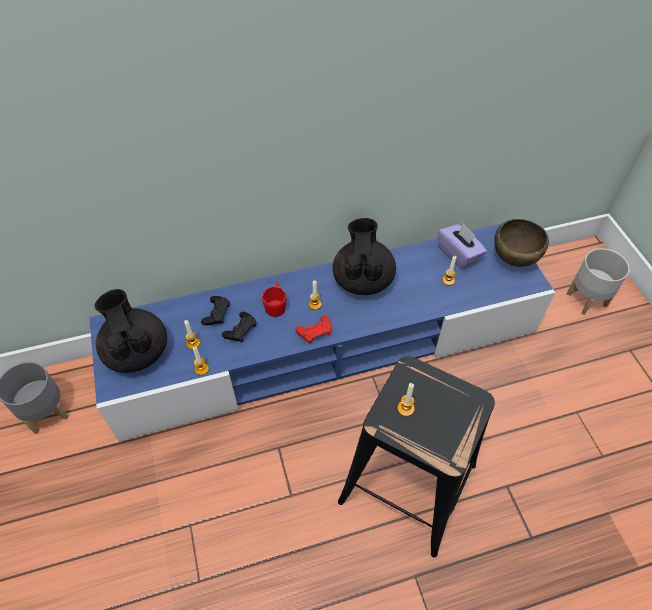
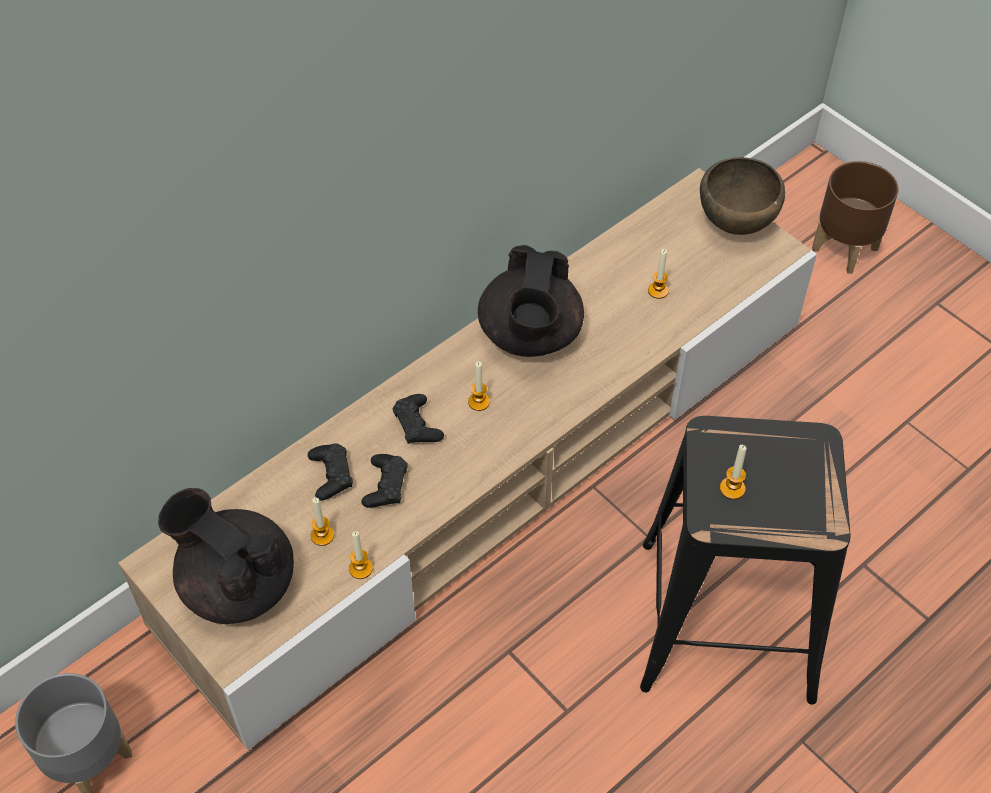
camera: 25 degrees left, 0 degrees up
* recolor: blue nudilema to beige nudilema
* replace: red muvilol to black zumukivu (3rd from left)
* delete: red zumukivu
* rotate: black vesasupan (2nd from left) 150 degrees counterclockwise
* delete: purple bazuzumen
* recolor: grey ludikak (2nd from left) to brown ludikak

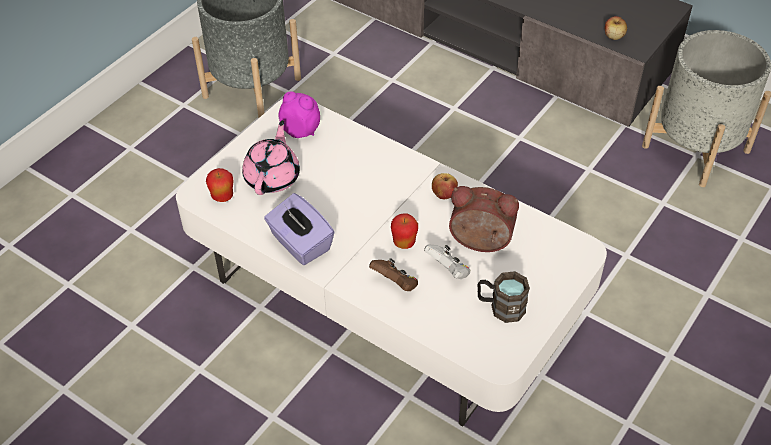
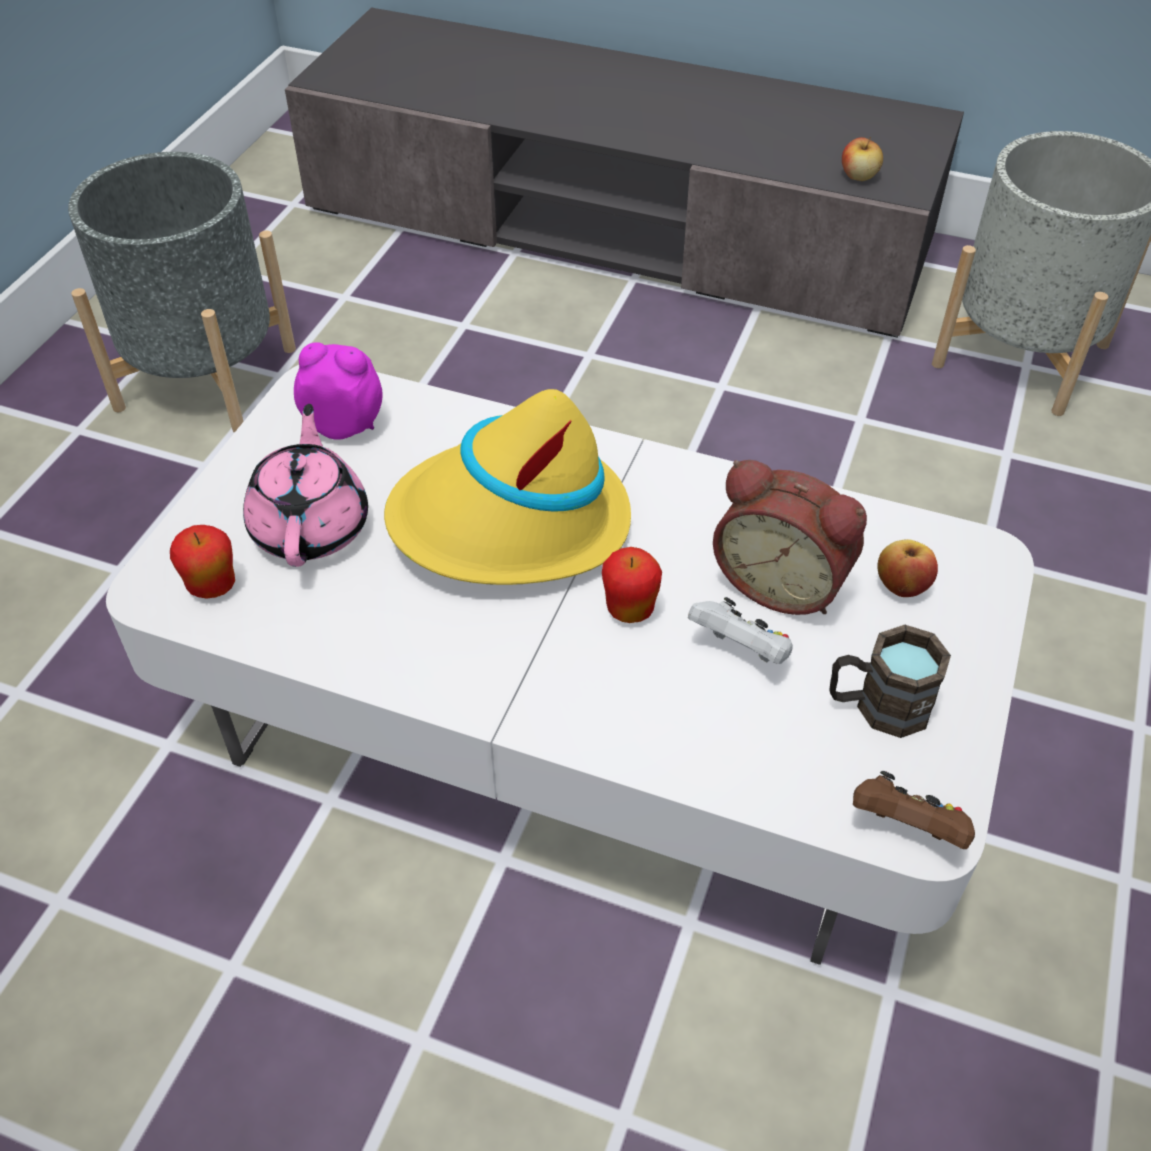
camera: 15 degrees left, 0 degrees up
* delete: purple bazuzumen
* move: brown zumukivu
* move: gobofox (3rd from left in the first image) to gobofox (4th from left)
* rotate: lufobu (2nd from left) 150 degrees counterclockwise
* insert: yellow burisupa

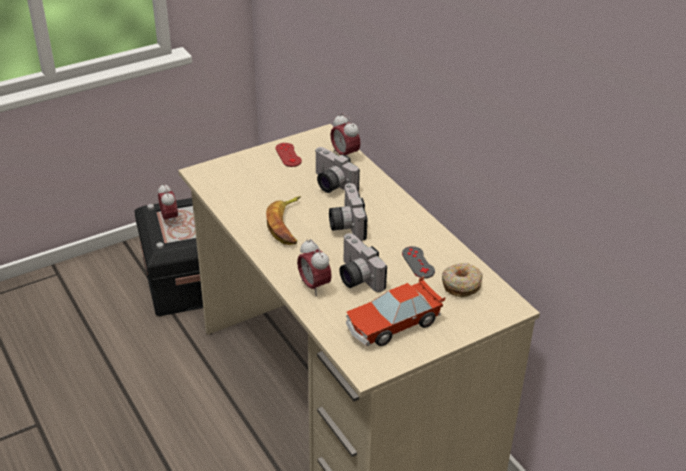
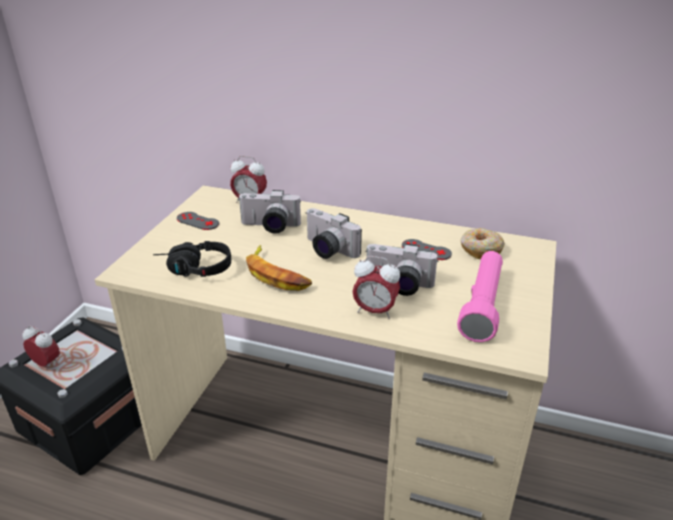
camera: 40 degrees left, 5 degrees down
* recolor: red zumukivu to grey zumukivu (1st from left)
* replace: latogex to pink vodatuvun
* insert: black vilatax

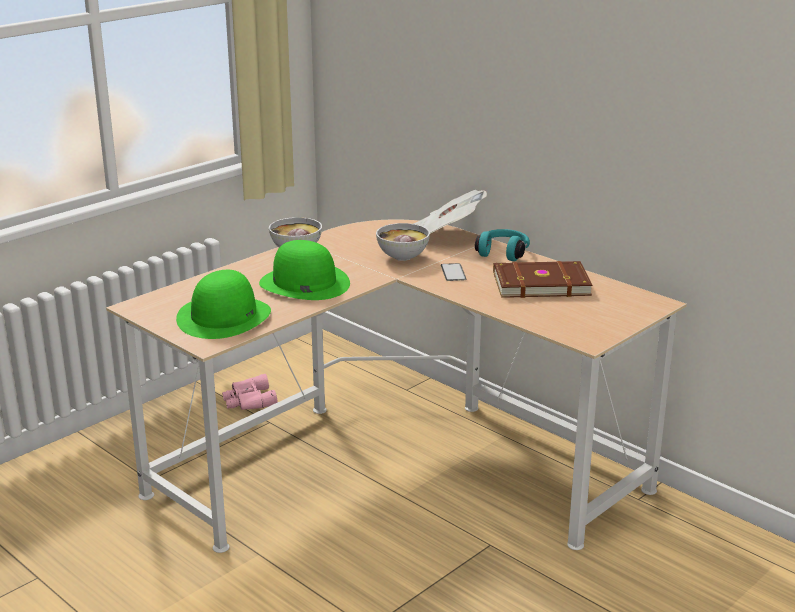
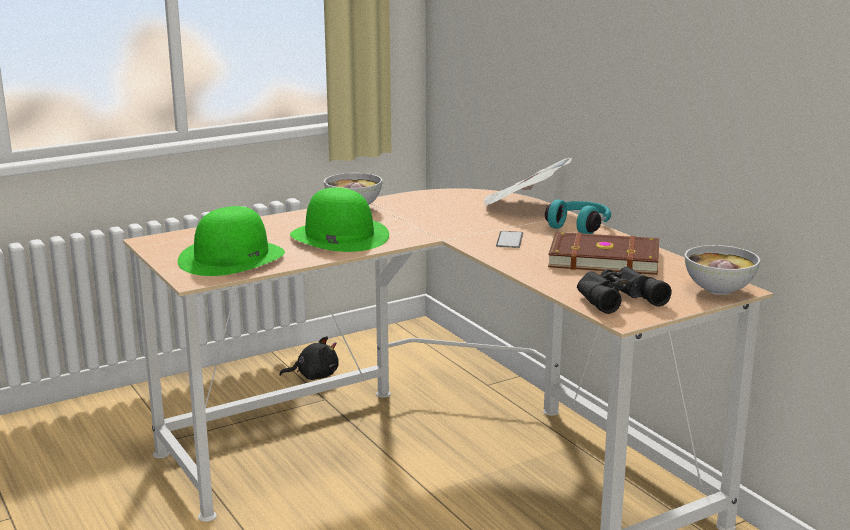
camera: 15 degrees right, 5 degrees down
* replace: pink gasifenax to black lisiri
* move: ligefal (2nd from left)
* insert: black gasifenax

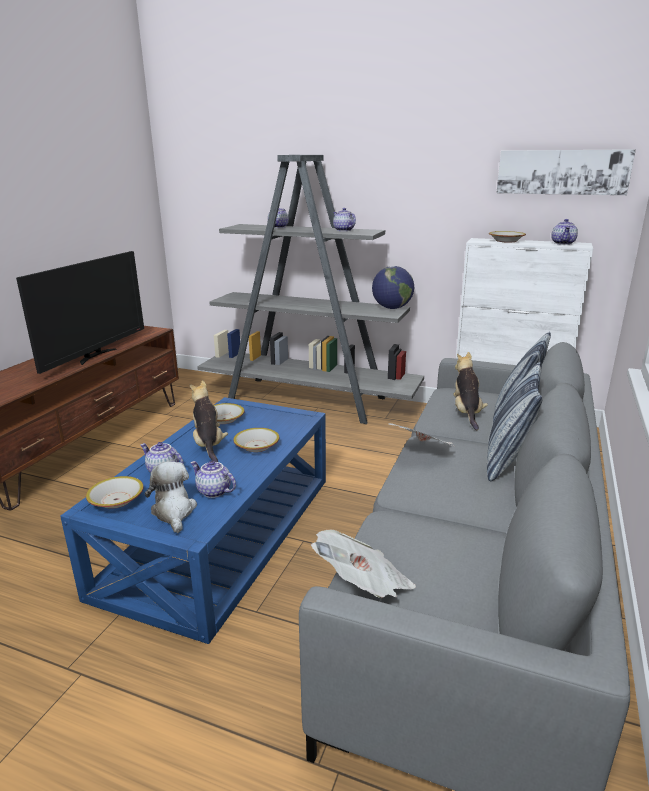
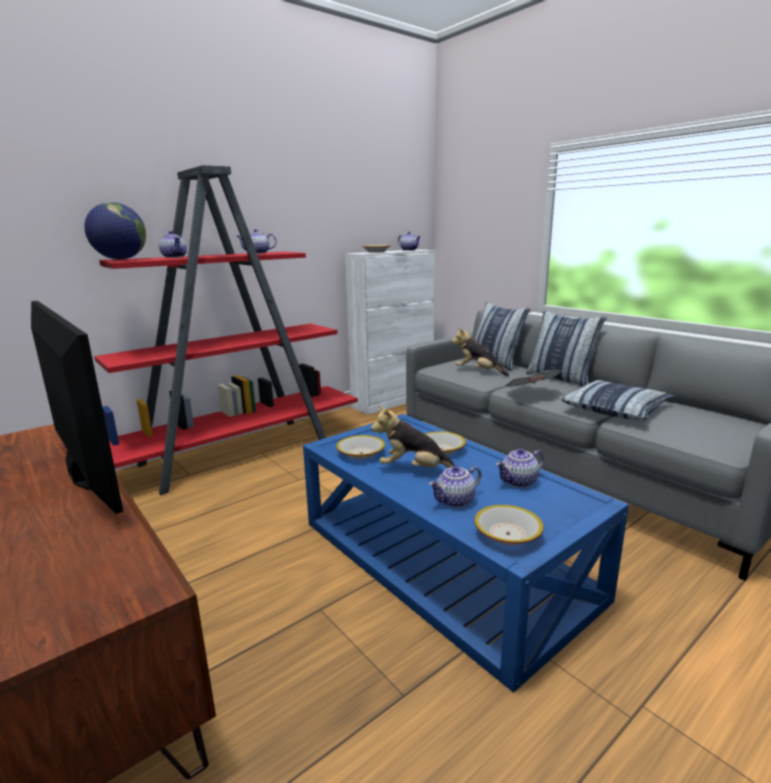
camera: 60 degrees left, 5 degrees down
* delete: lisiri (1st from left)
* recolor: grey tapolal to red tapolal
* delete: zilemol (1st from left)
* move: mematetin
* delete: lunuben
* insert: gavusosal (3rd from left)

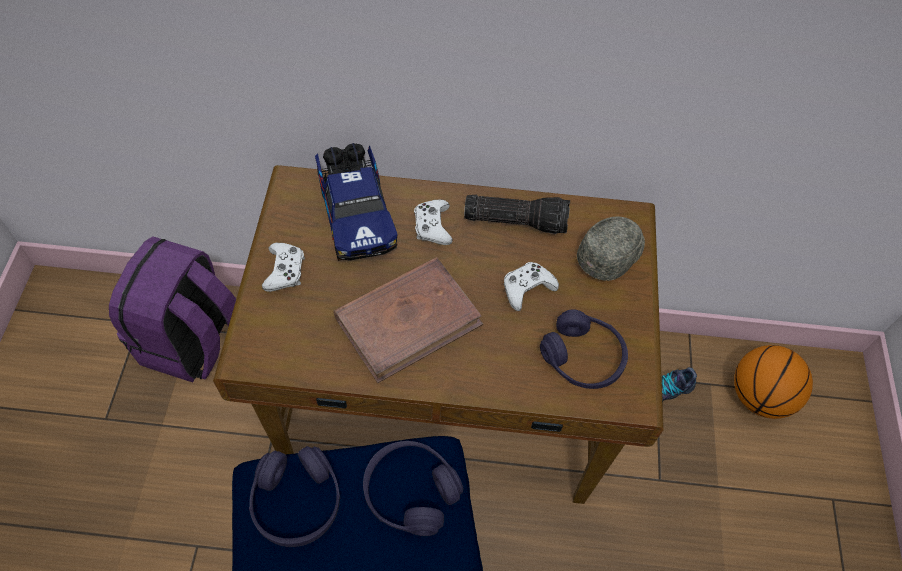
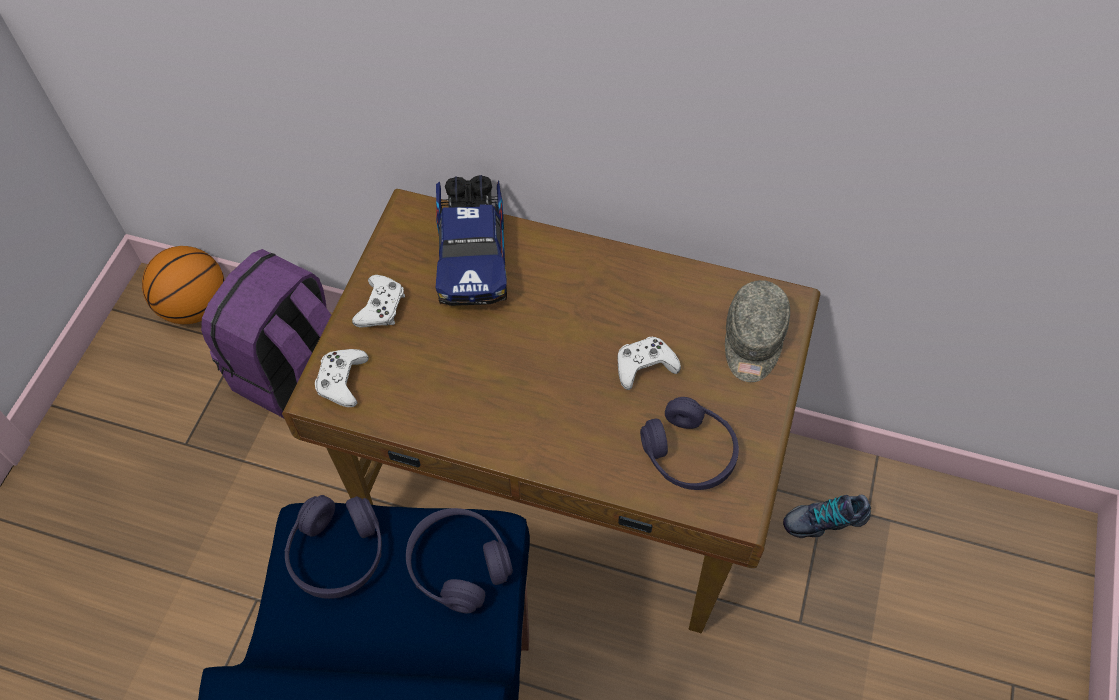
camera: 15 degrees right, 0 degrees up
* delete: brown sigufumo
* move: white zumukivu (2nd from left in the first image) to white zumukivu (1st from left)
* delete: vodatuvun
* rotate: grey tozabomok 135 degrees clockwise
* move: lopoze

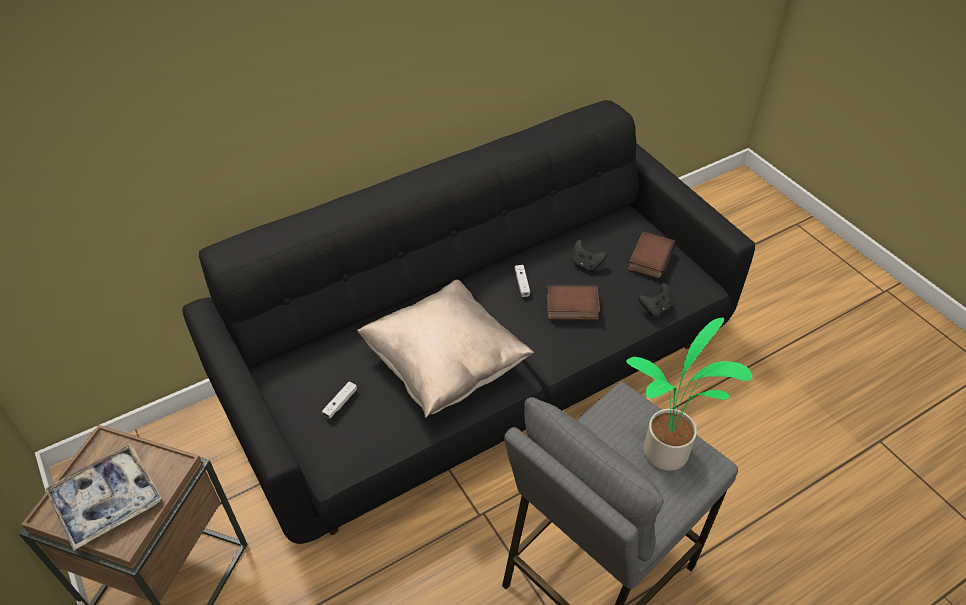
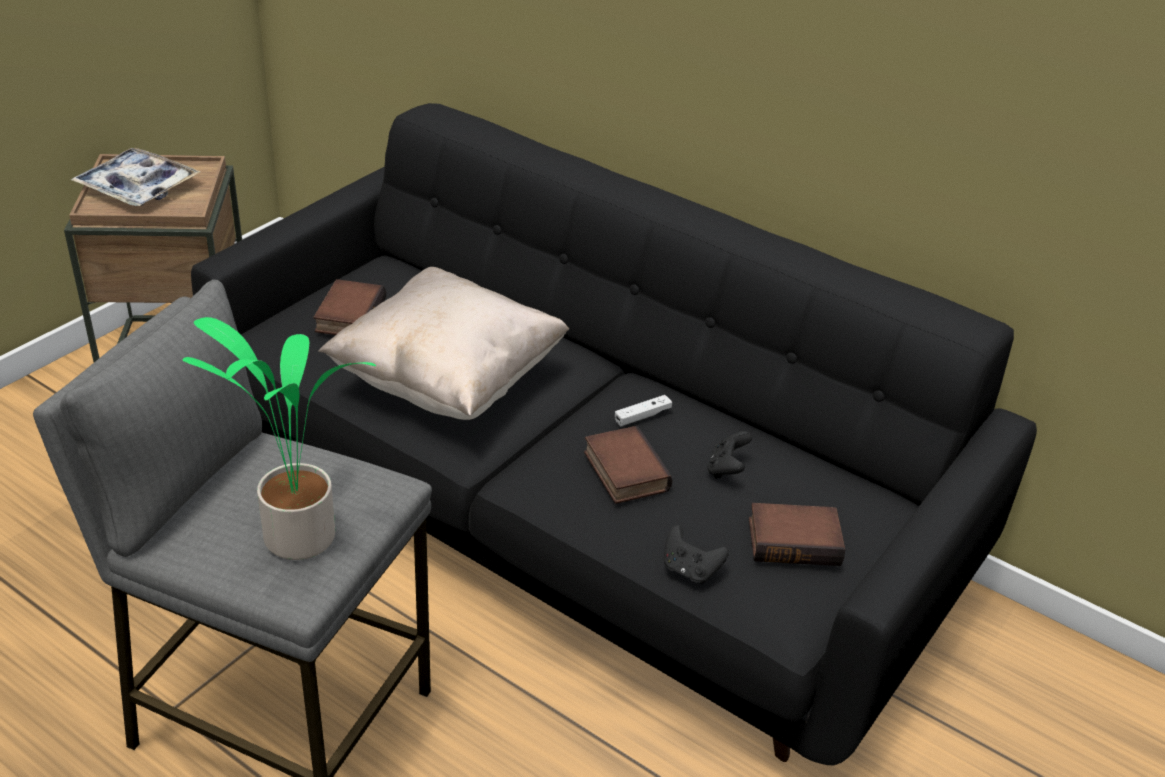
camera: 65 degrees right, 10 degrees down
* replace: white zumukivu (1st from left) to sigufumo (1st from left)

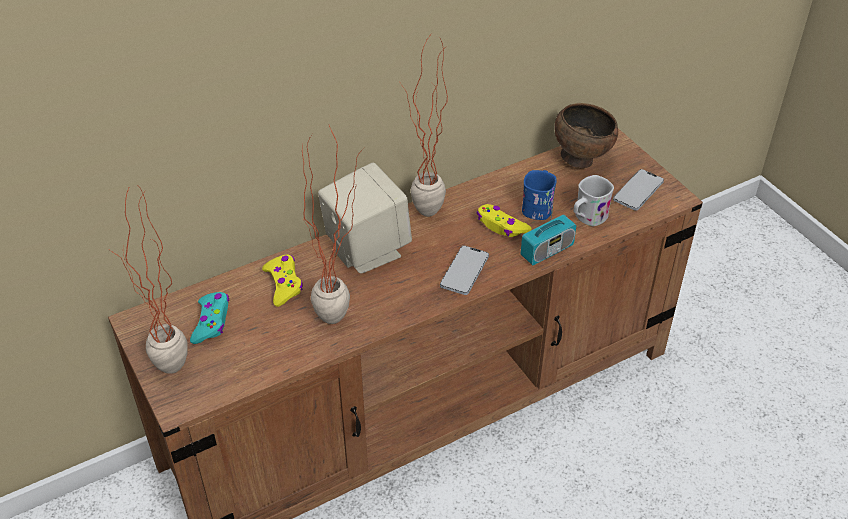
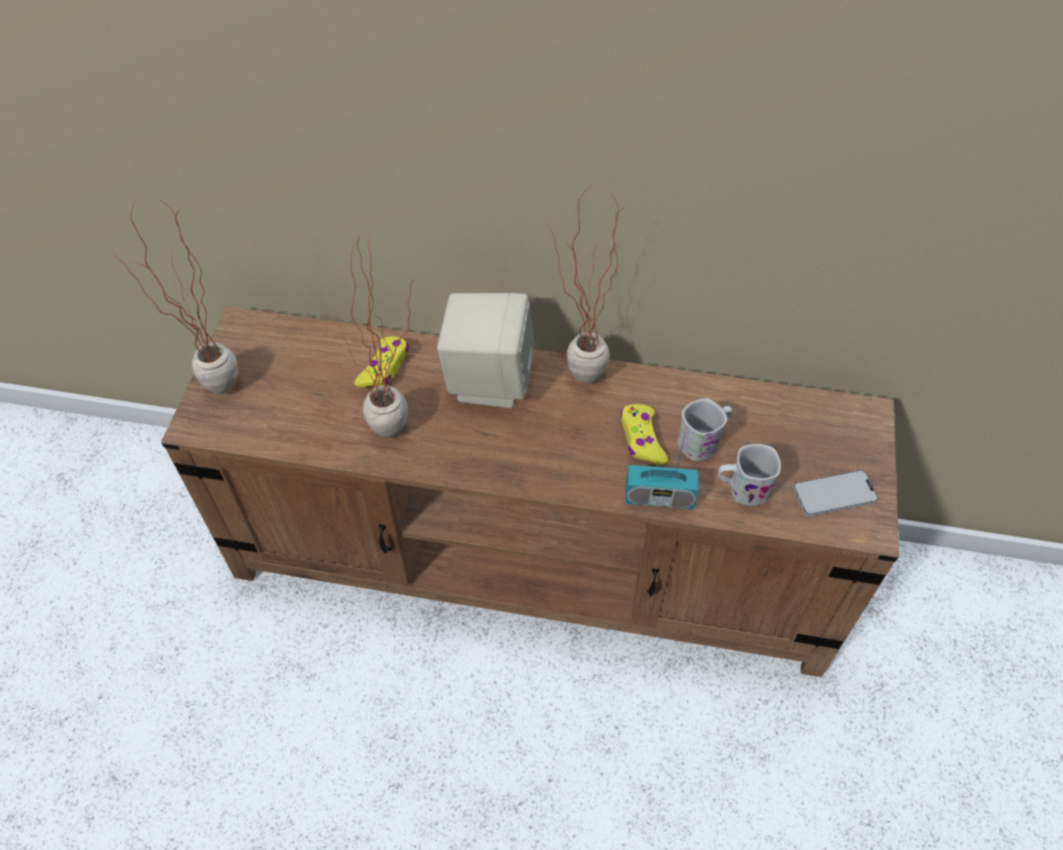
camera: 40 degrees right, 10 degrees up
* delete: turquoise zumukivu
* delete: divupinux (1st from left)
* recolor: blue muvilol to white muvilol (1st from left)
* delete: brown ligefal

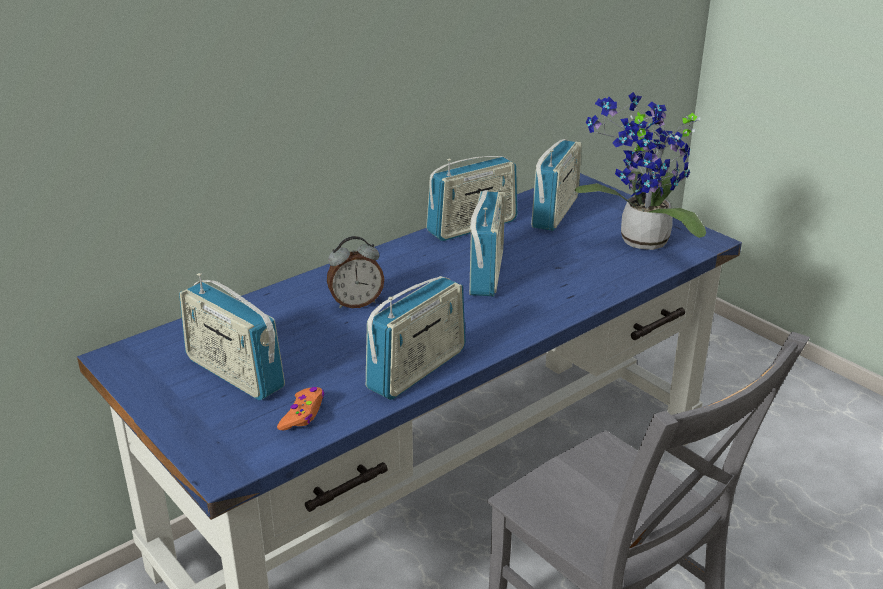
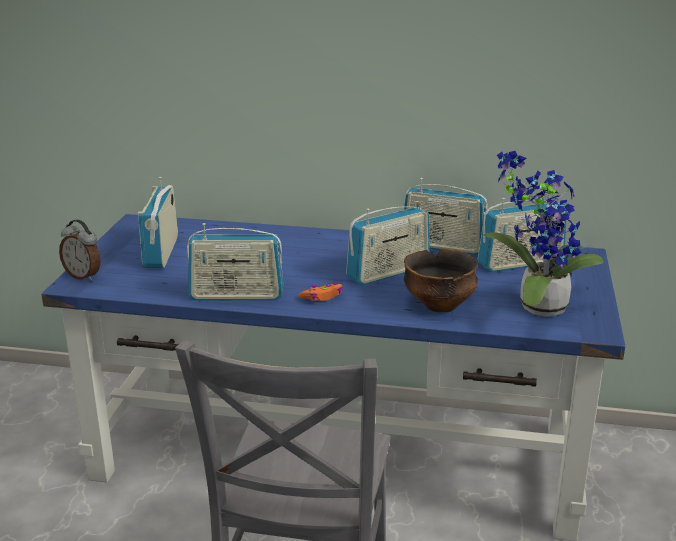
camera: 50 degrees right, 5 degrees down
* move: orange zumukivu
* move: lufobu
* insert: ligefal

